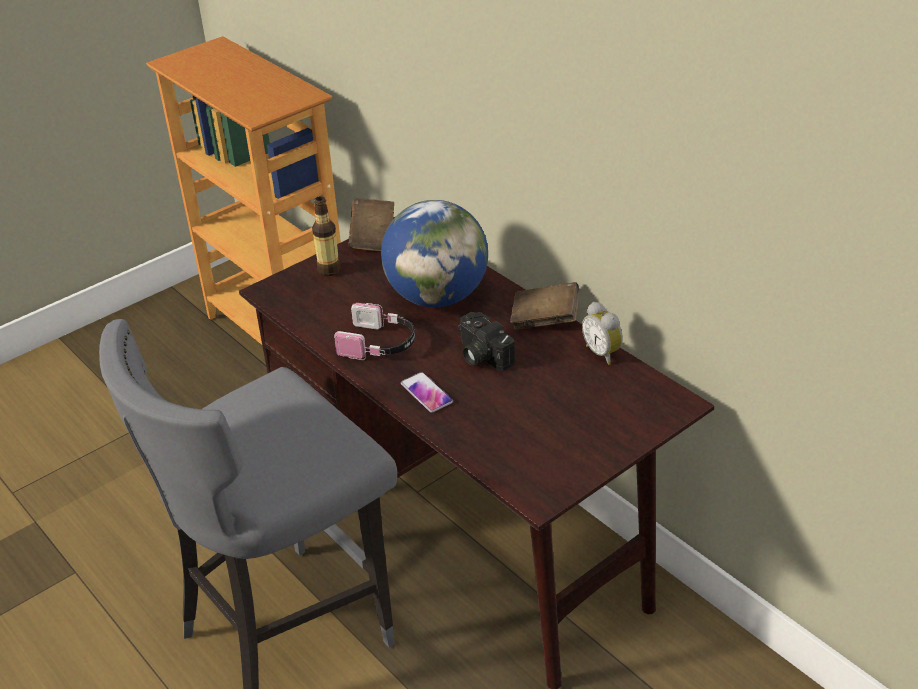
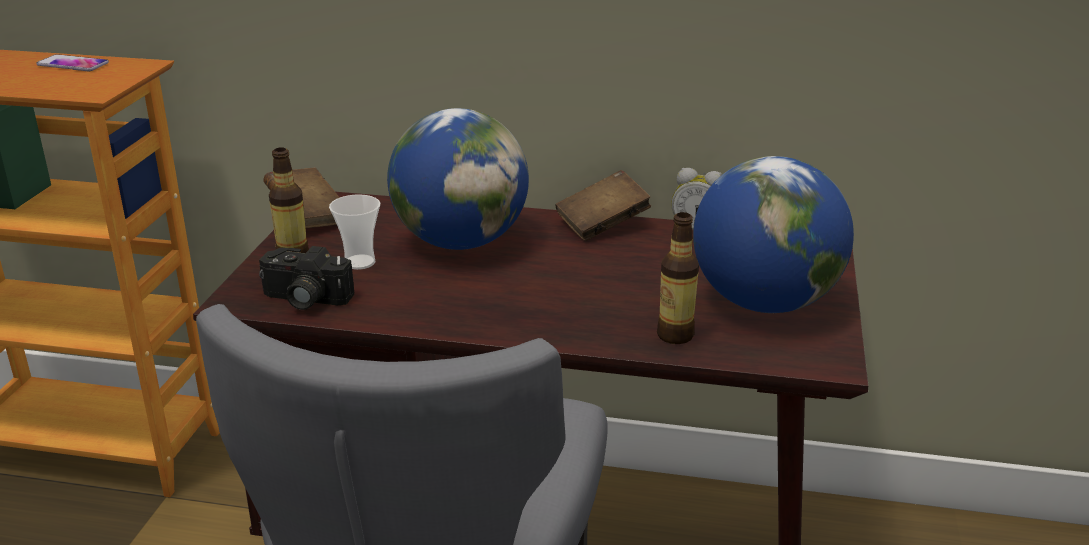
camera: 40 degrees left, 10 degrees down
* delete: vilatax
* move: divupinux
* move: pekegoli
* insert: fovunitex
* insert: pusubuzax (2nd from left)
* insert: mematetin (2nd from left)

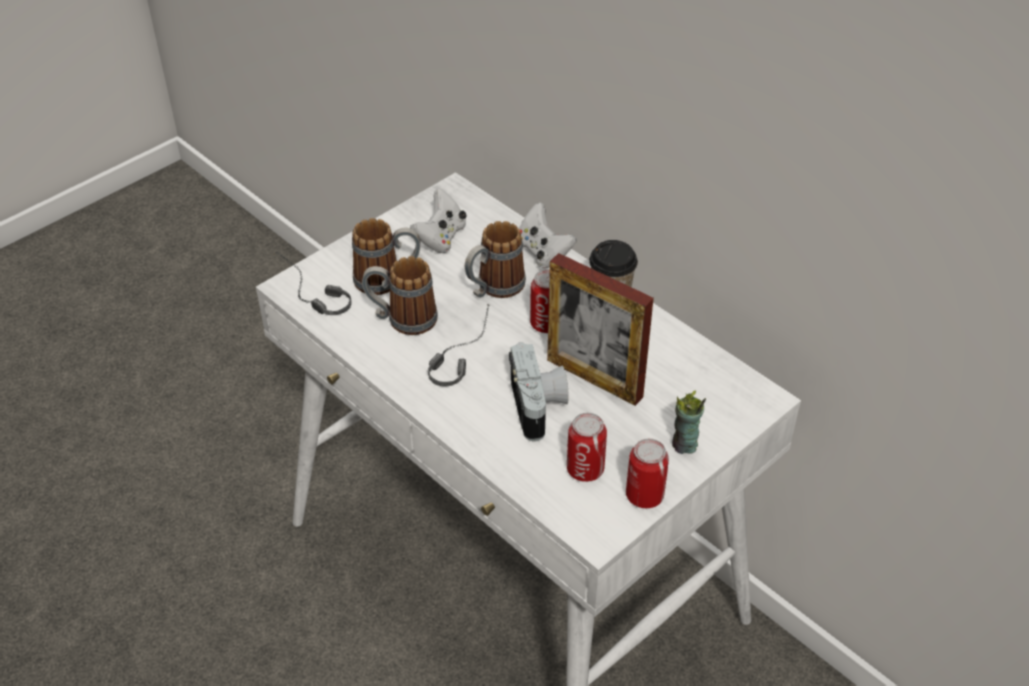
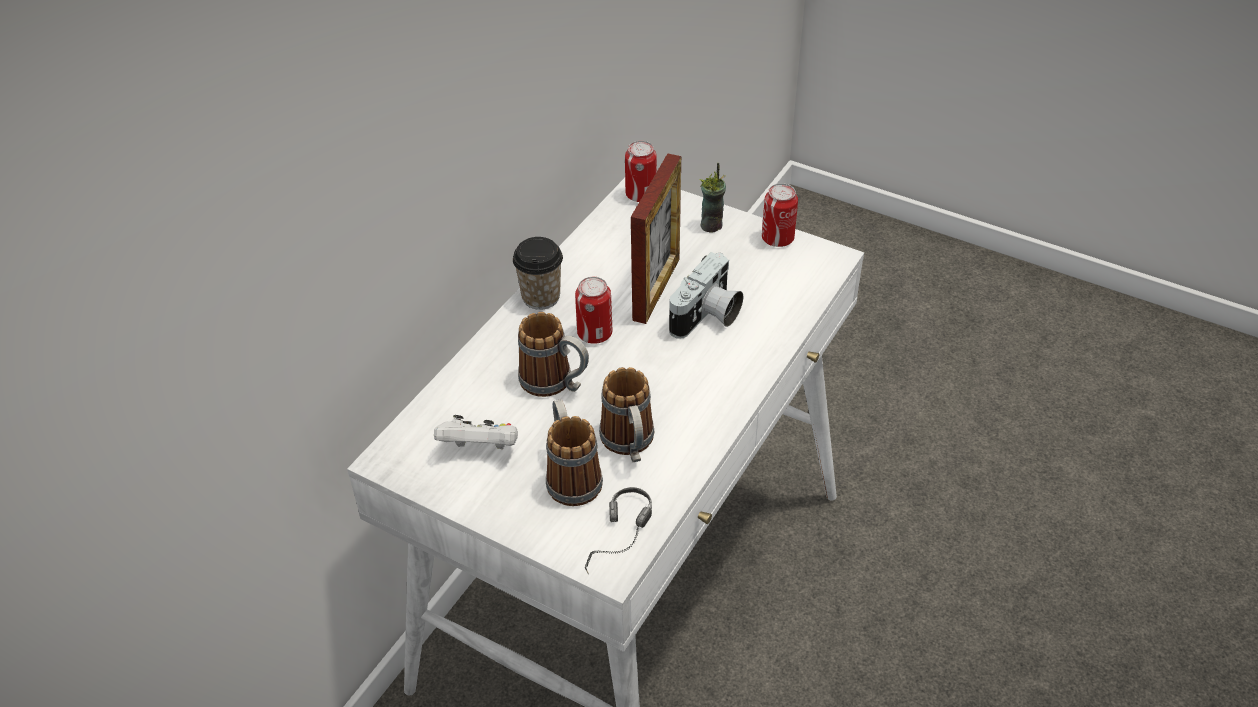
camera: 105 degrees left, 0 degrees up
* delete: vilatax (2nd from left)
* rotate: pekegoli 150 degrees clockwise
* delete: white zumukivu (2nd from left)
* move: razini (2nd from left)

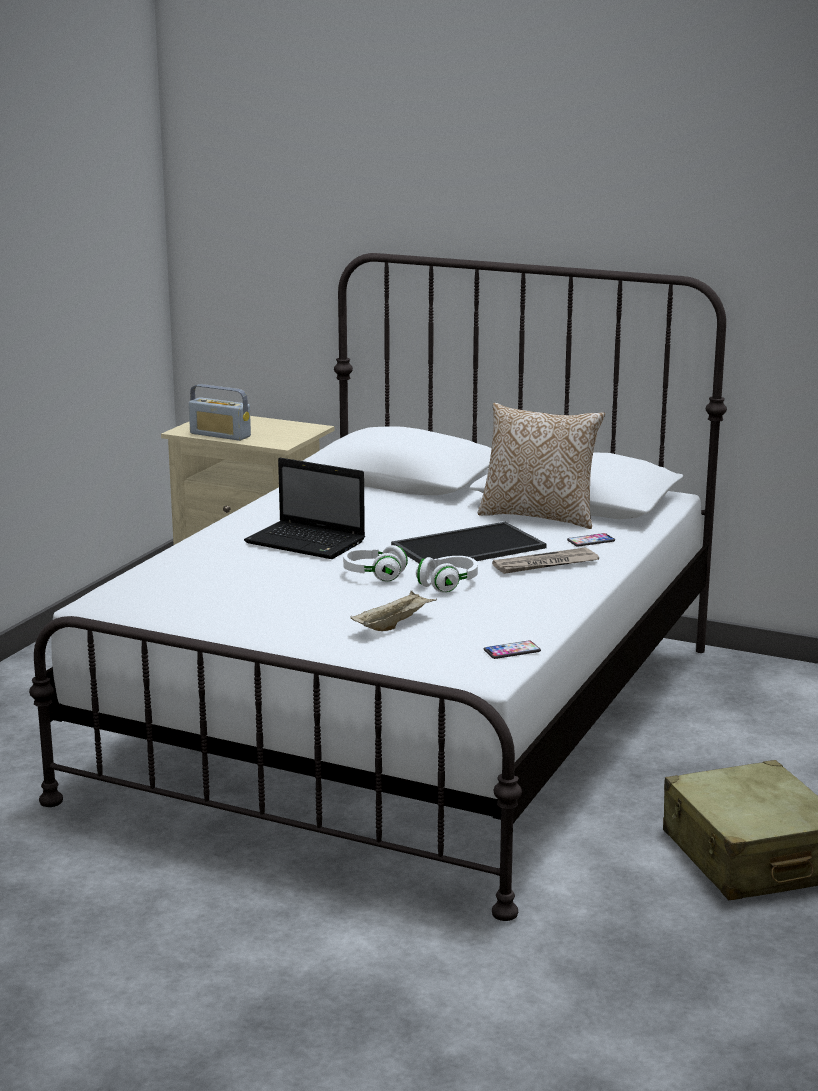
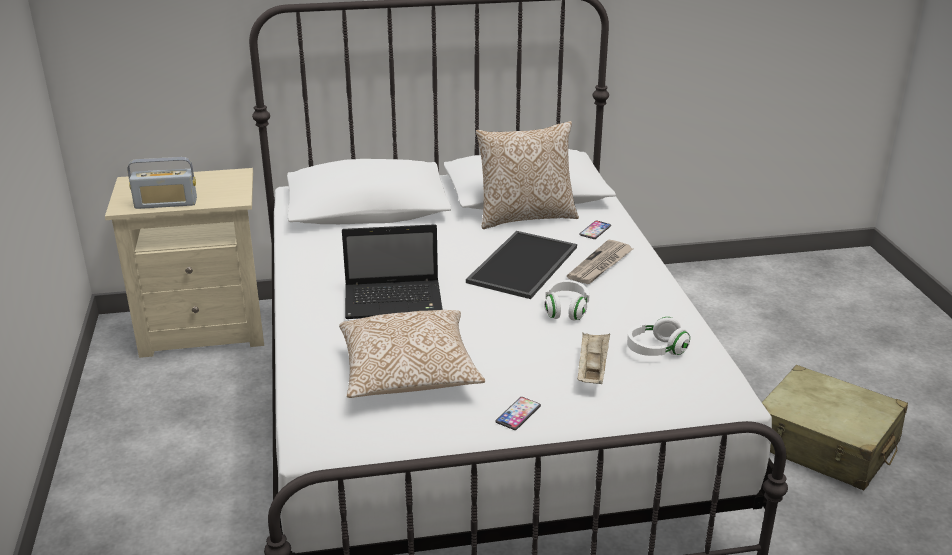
camera: 35 degrees left, 10 degrees up
* move: white vilatax (1st from left in the first image) to white vilatax (2nd from left)
* move: divupinux (1st from left)
* insert: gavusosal (1st from left)

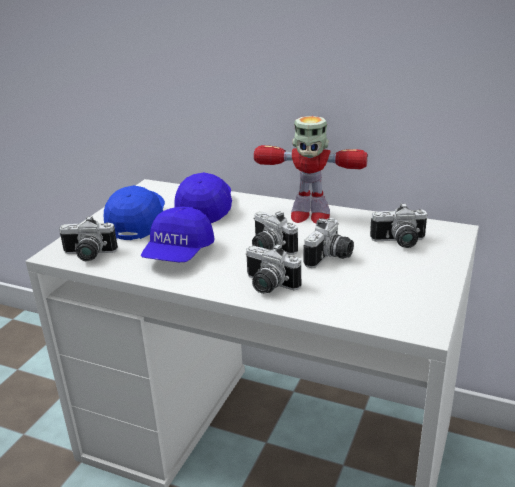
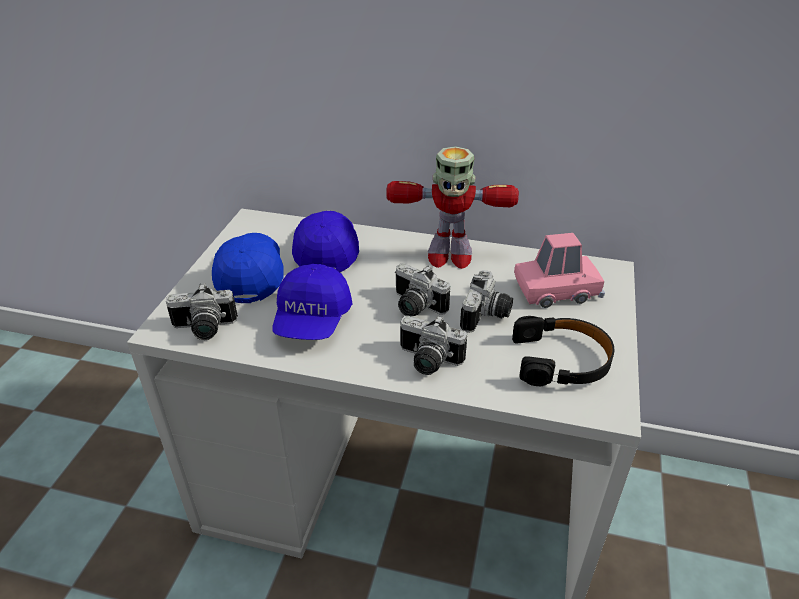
camera: 10 degrees left, 10 degrees up
* replace: pekegoli (5th from left) to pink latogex
* insert: black vilatax

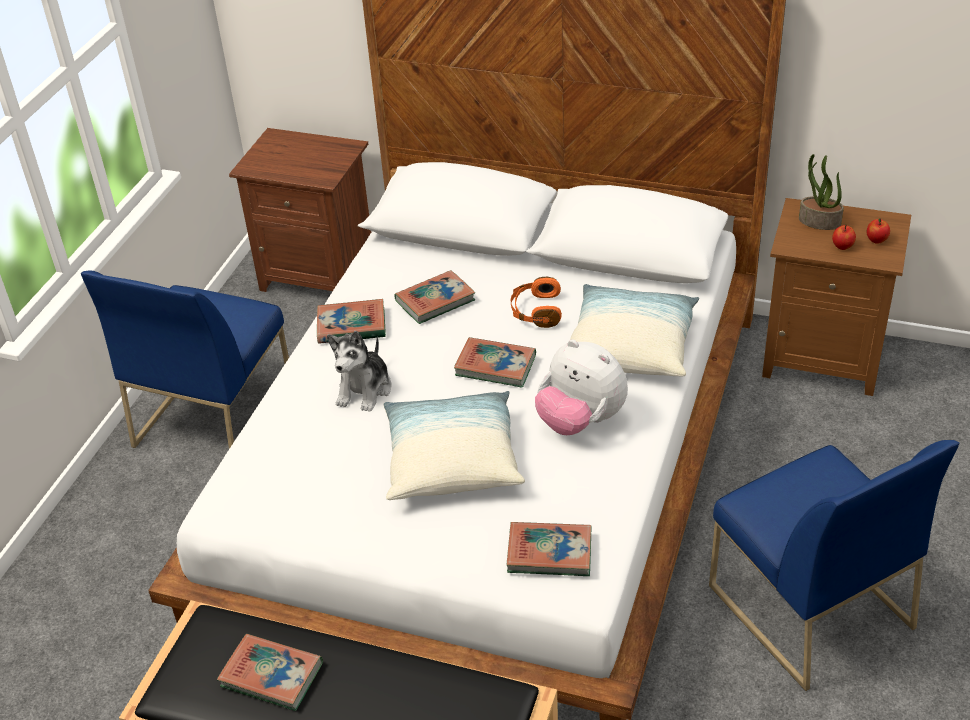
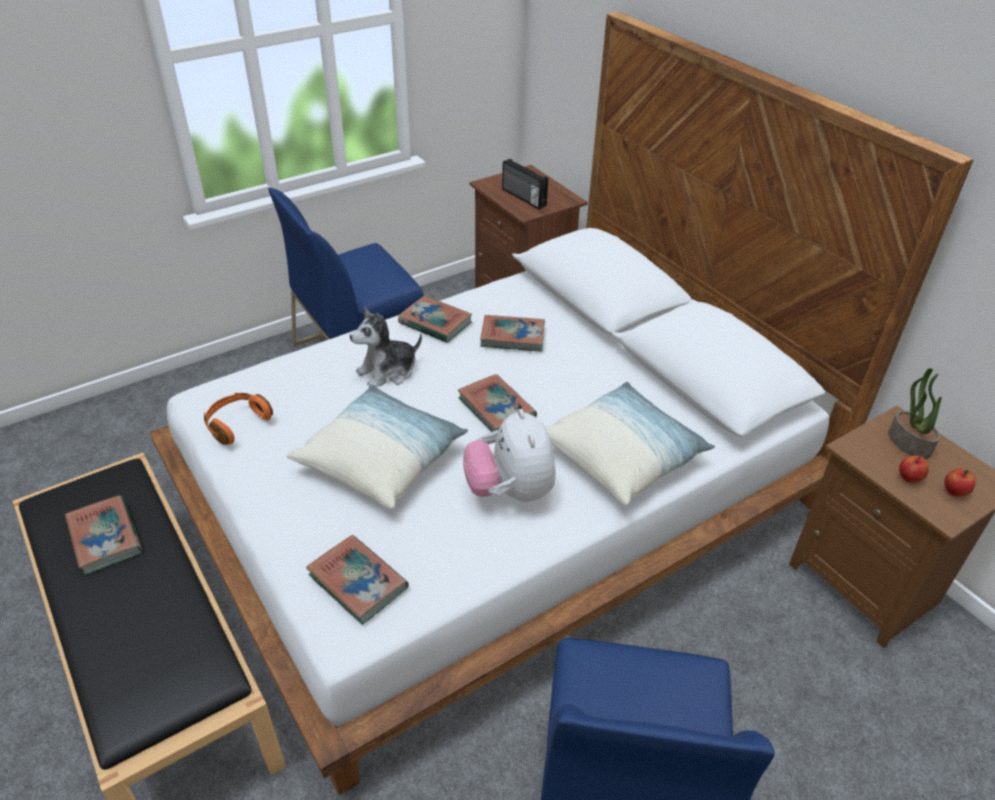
camera: 35 degrees right, 0 degrees up
* move: orange vilatax
* insert: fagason

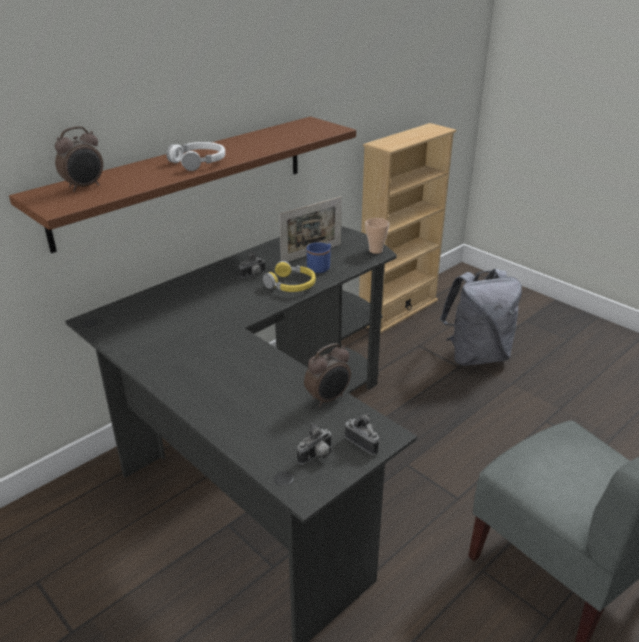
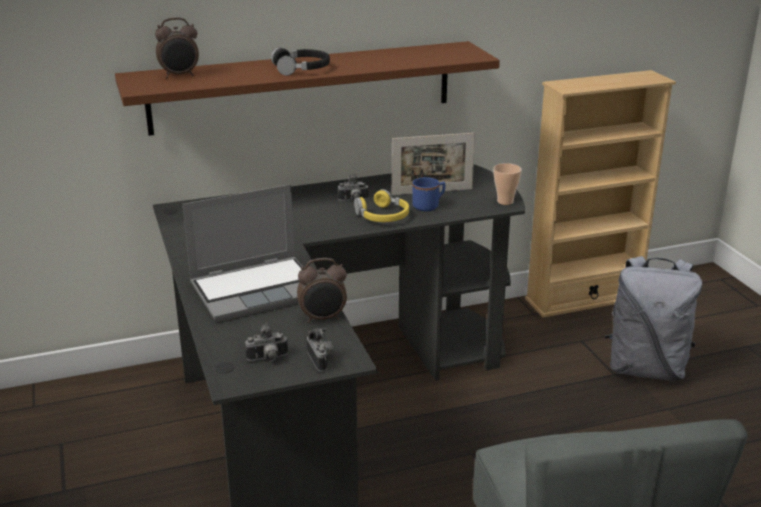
camera: 25 degrees right, 5 degrees down
* recolor: white vilatax to black vilatax
* insert: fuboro

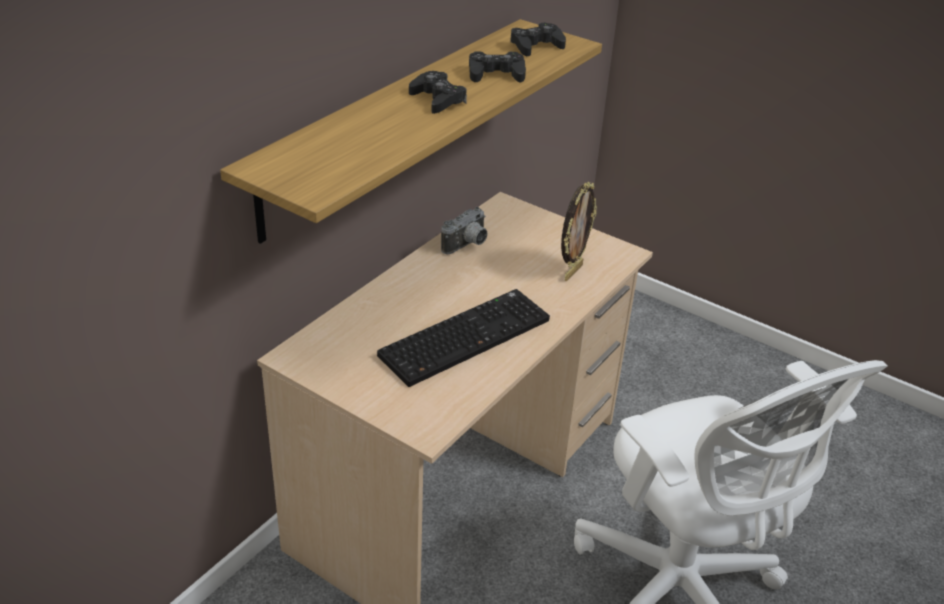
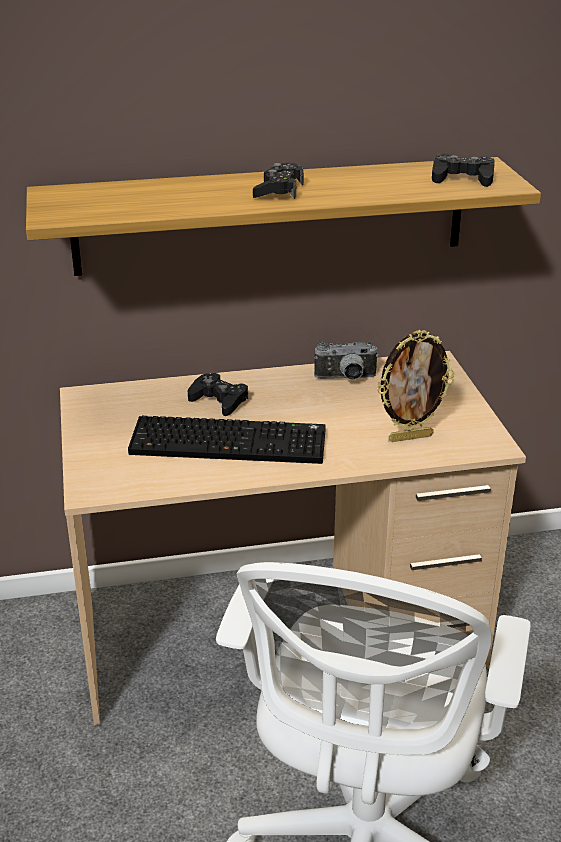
camera: 45 degrees right, 5 degrees down
* move: black zumukivu (2nd from left in the first image) to black zumukivu (1st from left)

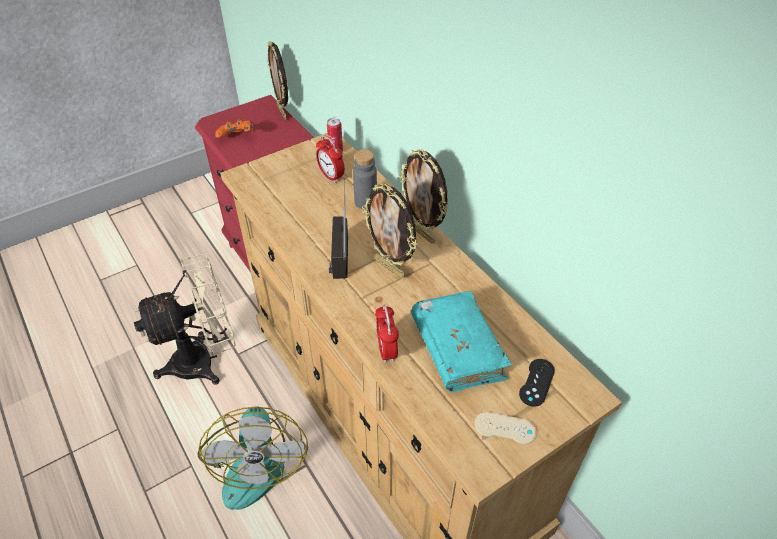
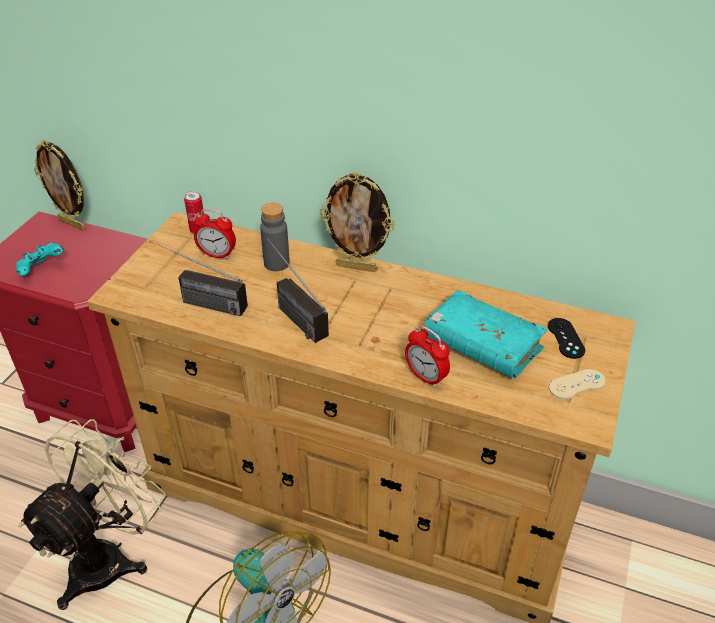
camera: 35 degrees left, 5 degrees down
* recolor: orange zumukivu to turquoise zumukivu
* delete: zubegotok (2nd from left)
* insert: fagason (1st from left)

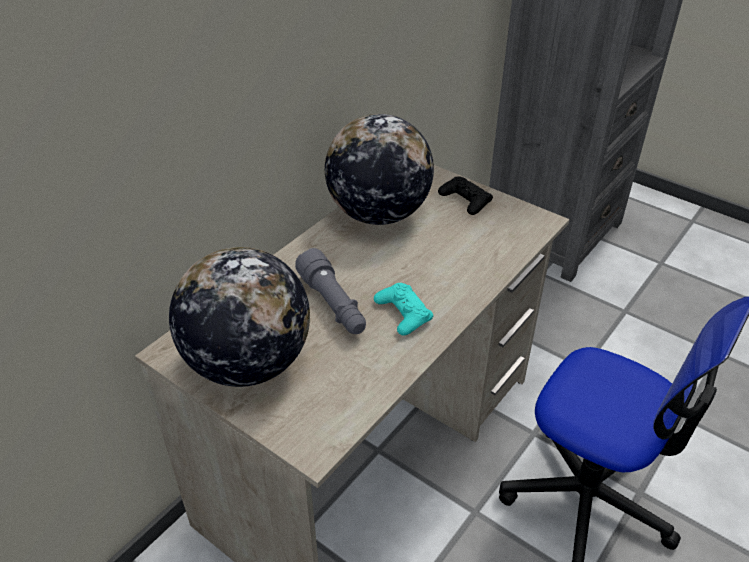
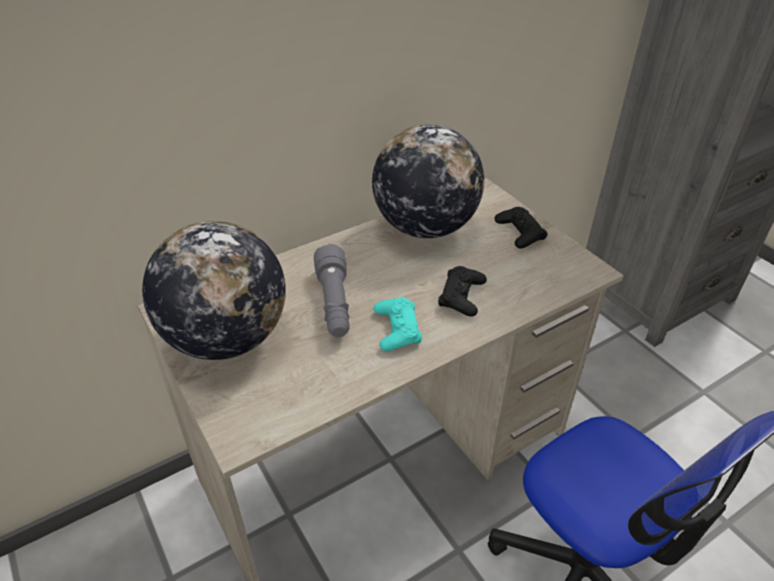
camera: 20 degrees right, 0 degrees up
* insert: black zumukivu (1st from left)

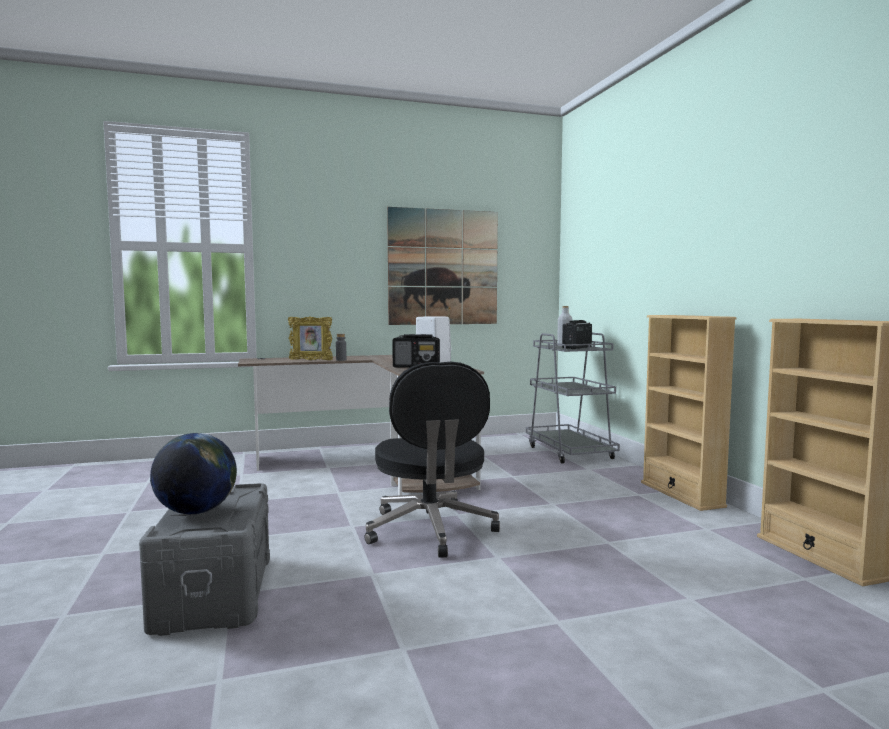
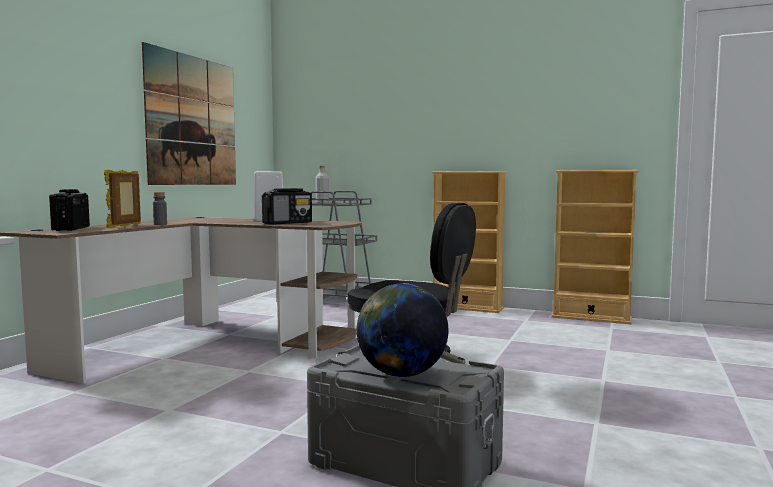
camera: 50 degrees left, 0 degrees up
* rotate: zubegotok 135 degrees clockwise
* move: fagason (2nd from left in the first image) to fagason (1st from left)

